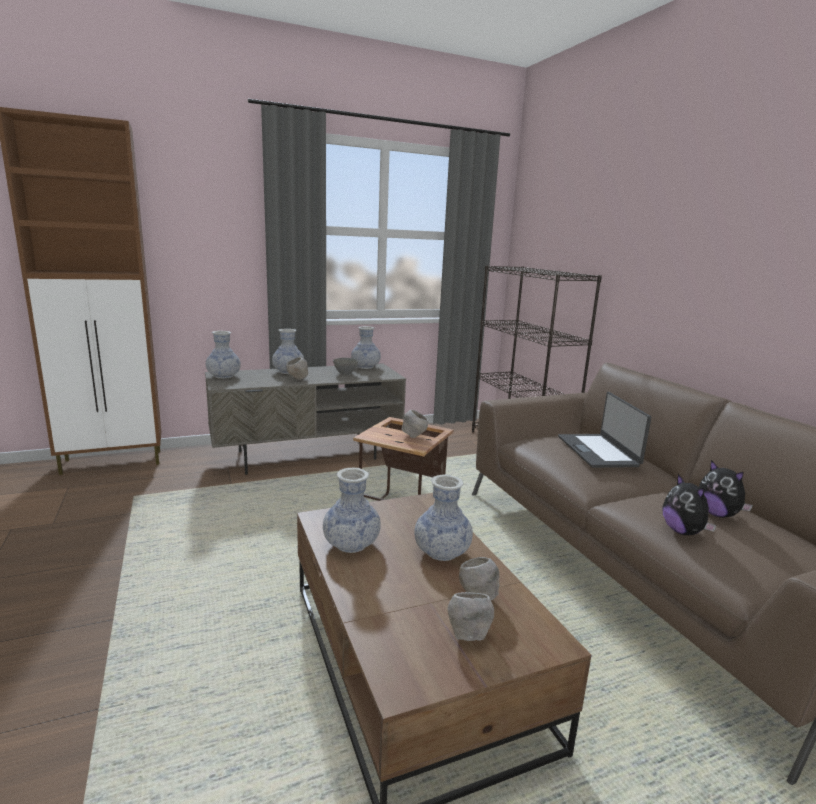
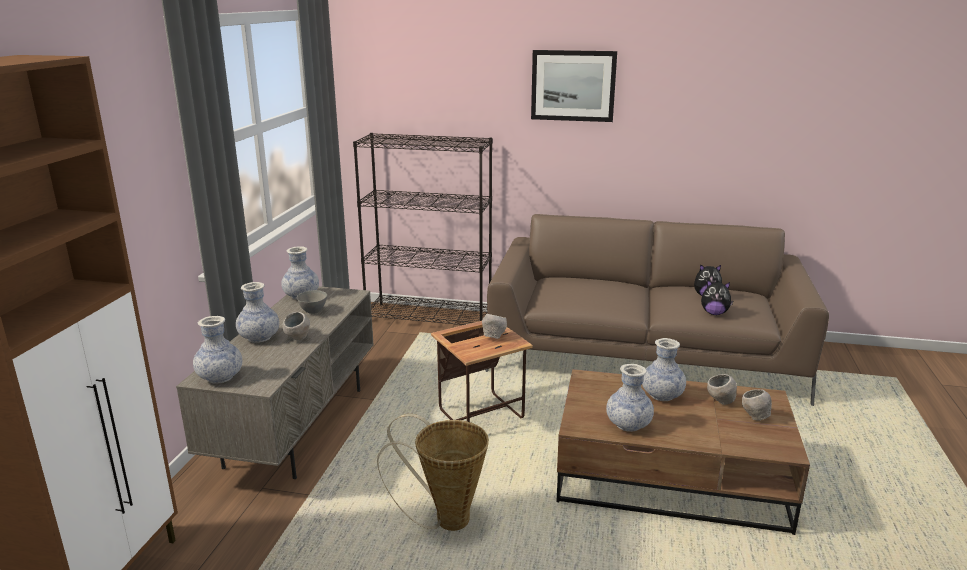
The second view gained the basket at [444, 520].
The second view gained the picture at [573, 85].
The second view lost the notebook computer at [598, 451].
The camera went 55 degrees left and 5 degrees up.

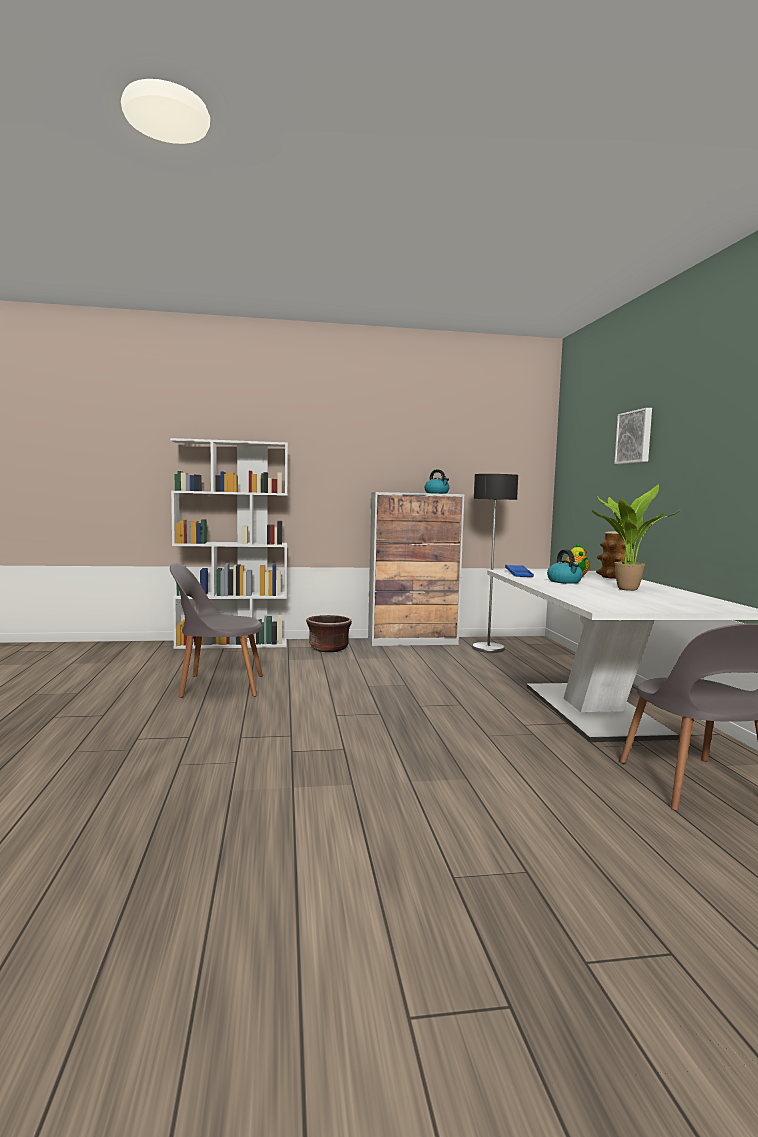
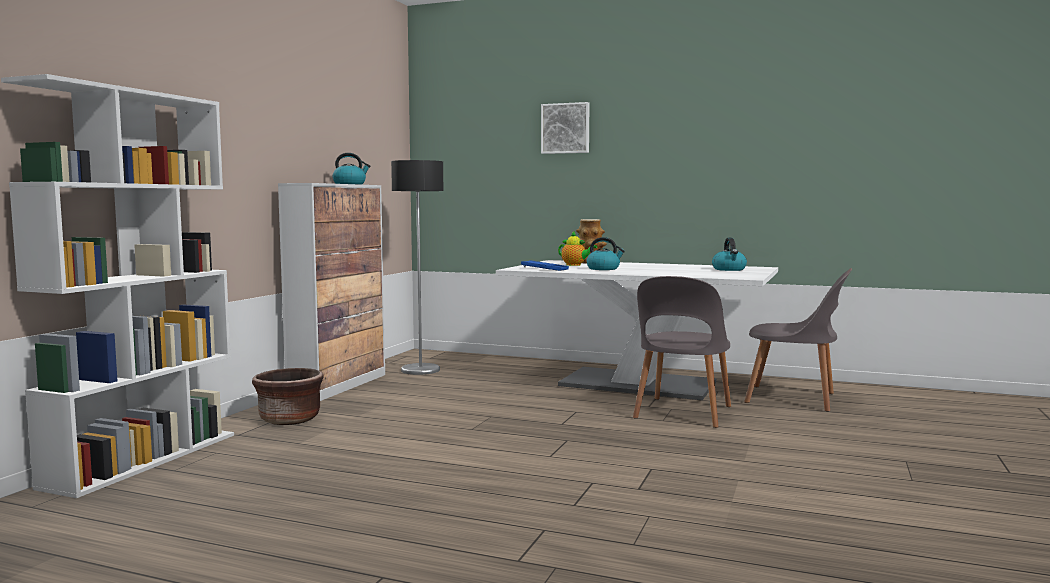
The gray upright chair ended up elsewhere, having gone from [218, 686] to [682, 413].
The second view gained the water kettle at [729, 269].
The second view lost the plant in a pot at [625, 589].
The camera went 60 degrees left and 0 degrees up.

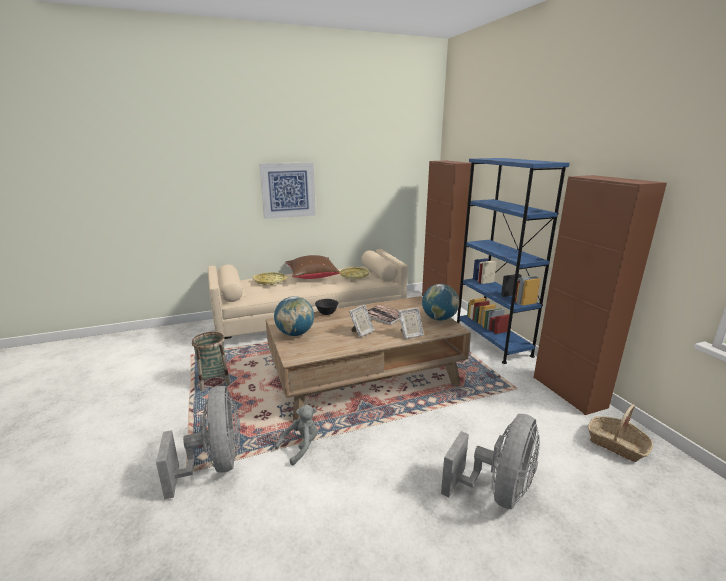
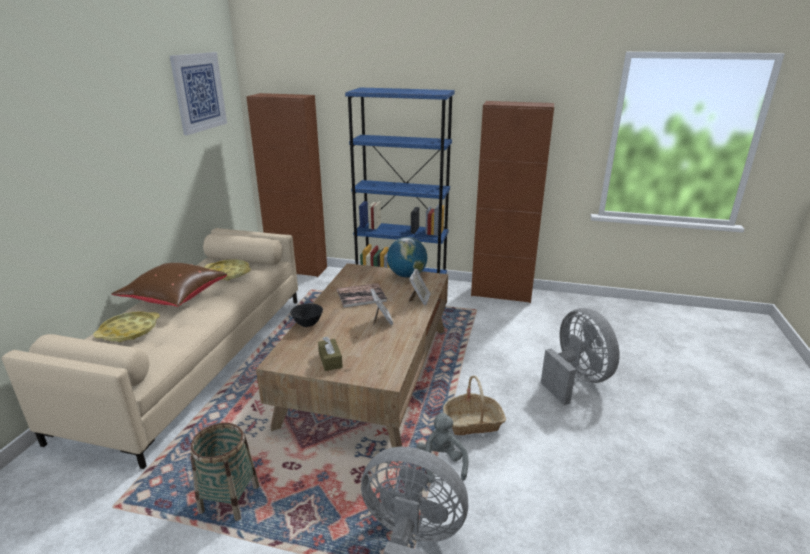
The picture ended up elsewhere, having gone from [288, 190] to [199, 92].
Where the globe stood at [295, 334], the brownish tissue holder came to stand at [330, 360].
The basket ended up elsewhere, having gone from [616, 444] to [473, 422].
The camera went 55 degrees left and 5 degrees up.

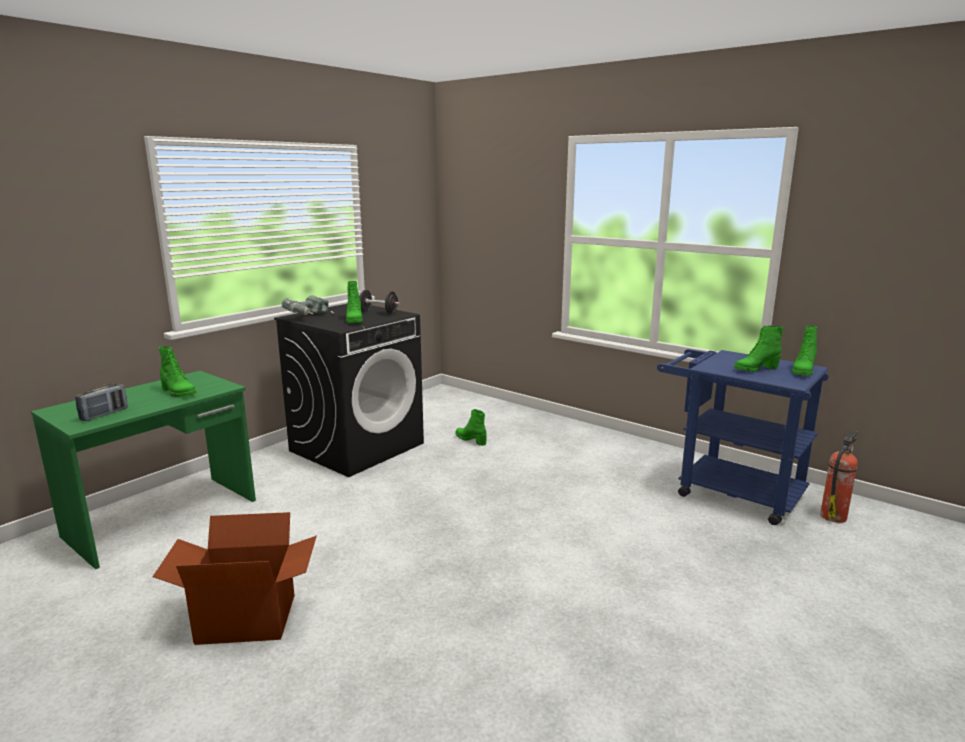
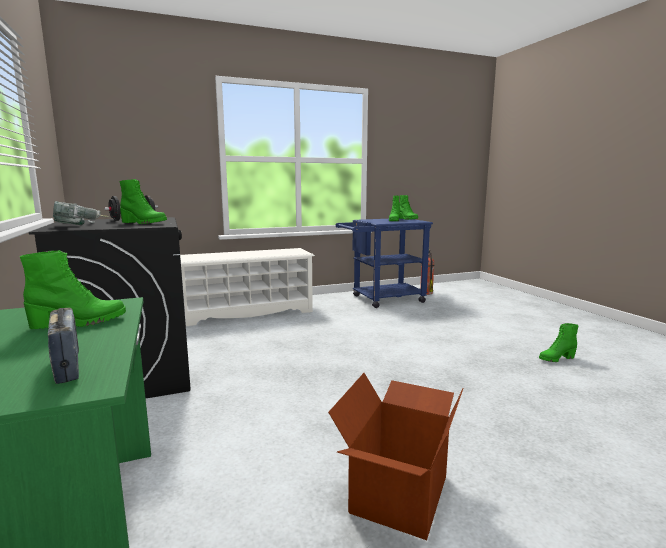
The second view gained the white shoe shelf at [247, 312].
The green-coloured tall boot ended up elsewhere, having gone from [471, 440] to [556, 359].
The camera went 60 degrees left and 5 degrees down.

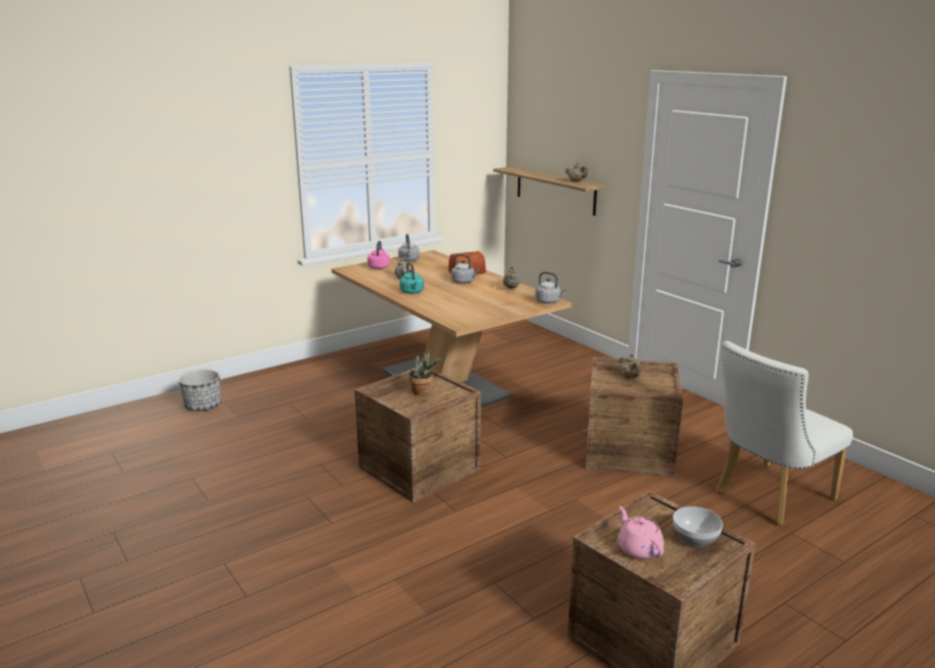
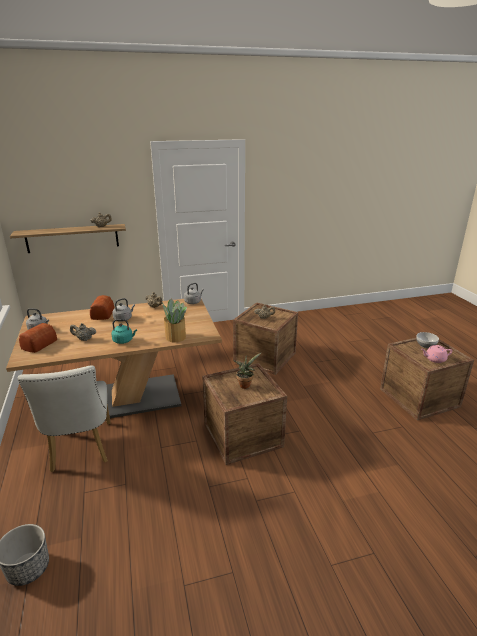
The white upright chair ended up elsewhere, having gone from [768, 497] to [80, 450].
Where the pink-coloured water kettle stood at [379, 267], the baked bread came to stand at [38, 344].
The second view gained the plant in a pot at [175, 336].
The camera went 70 degrees left and 5 degrees up.

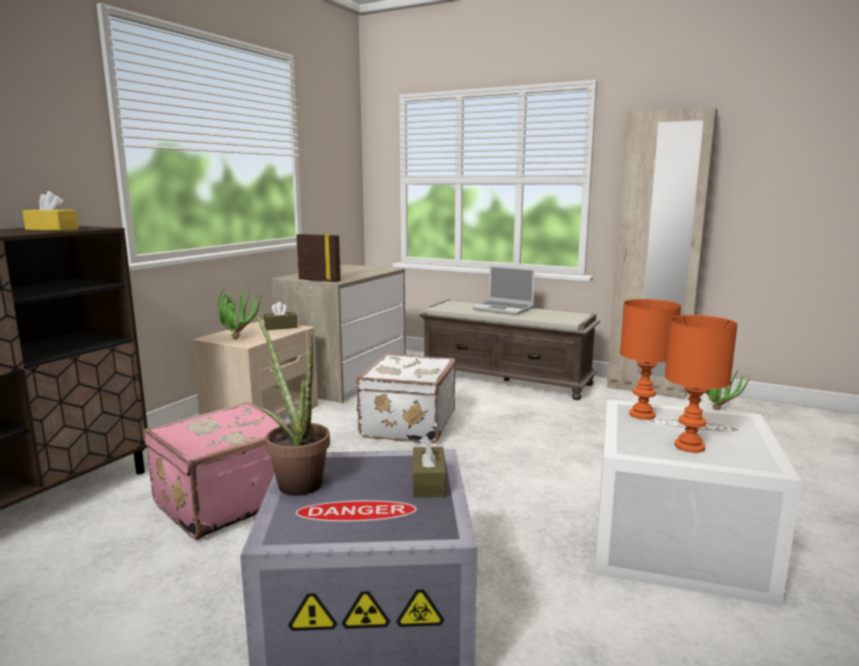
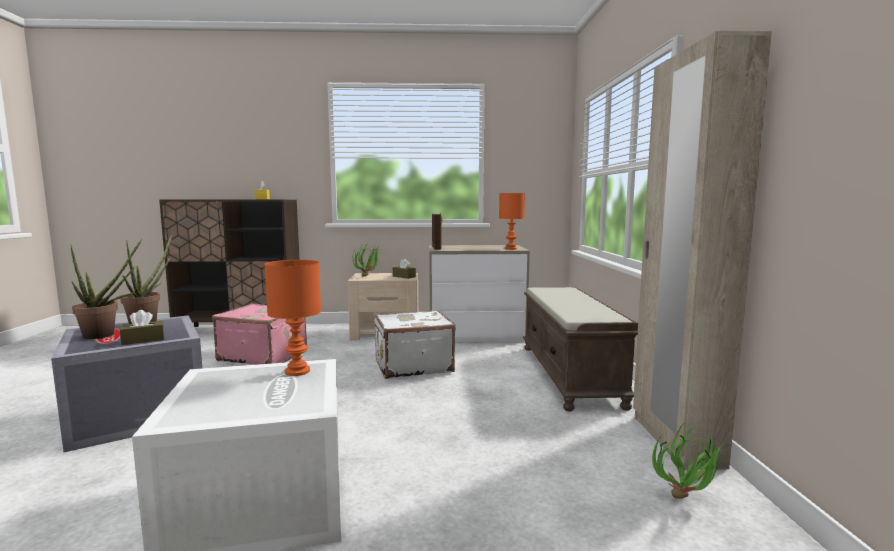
The second view gained the plant in a pot at [106, 335].
The orange table lamp ended up elsewhere, having gone from [689, 446] to [511, 249].
The second view lost the notebook computer at [504, 309].
The camera went 60 degrees right and 5 degrees down.

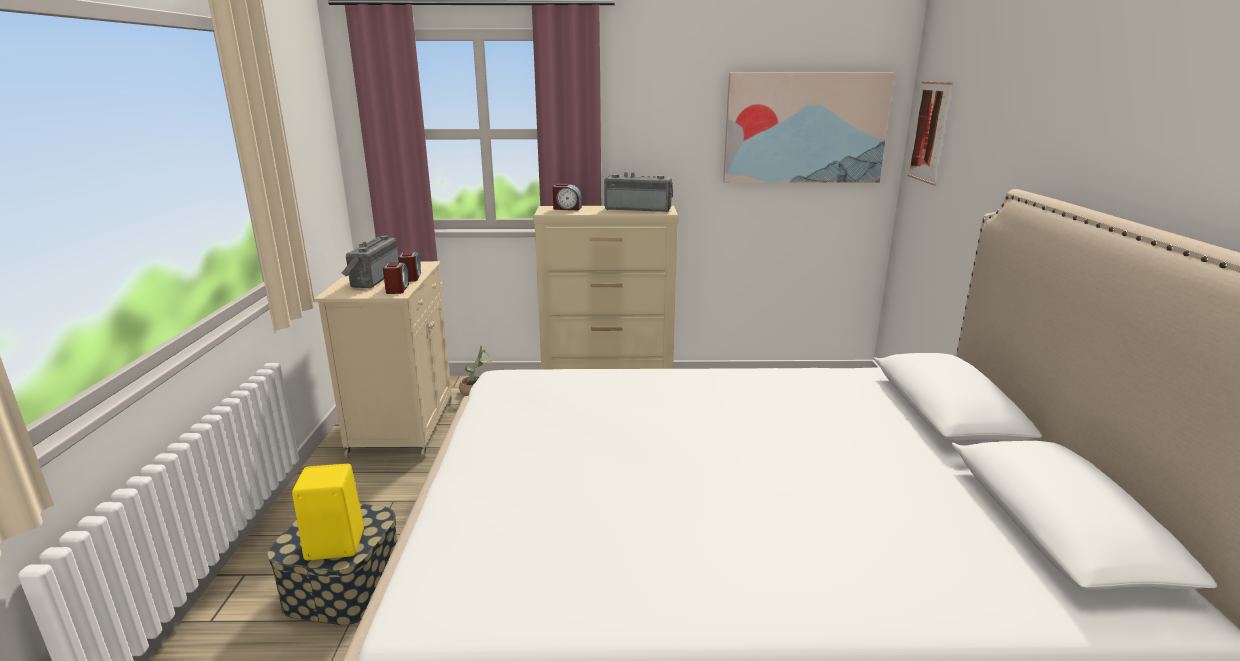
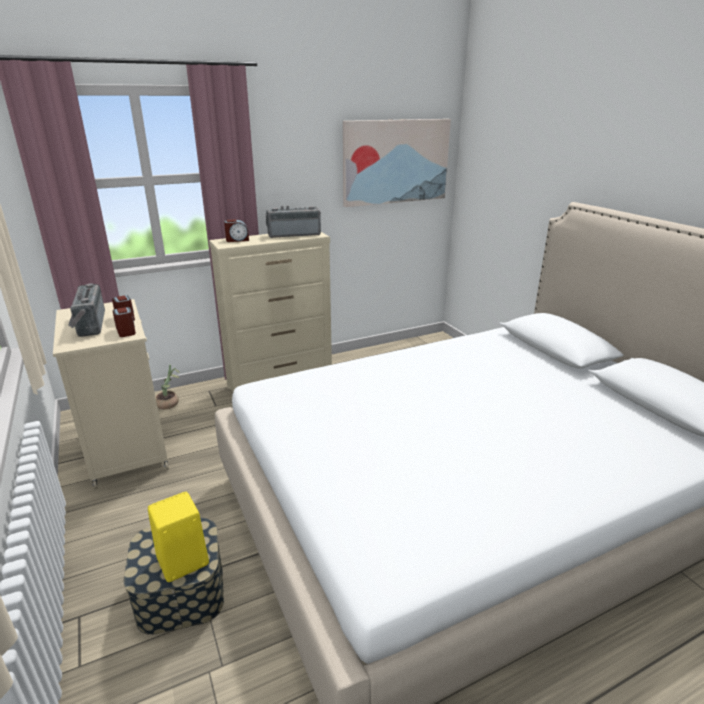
The second view lost the picture at [929, 132].
The camera went 25 degrees left and 5 degrees up.

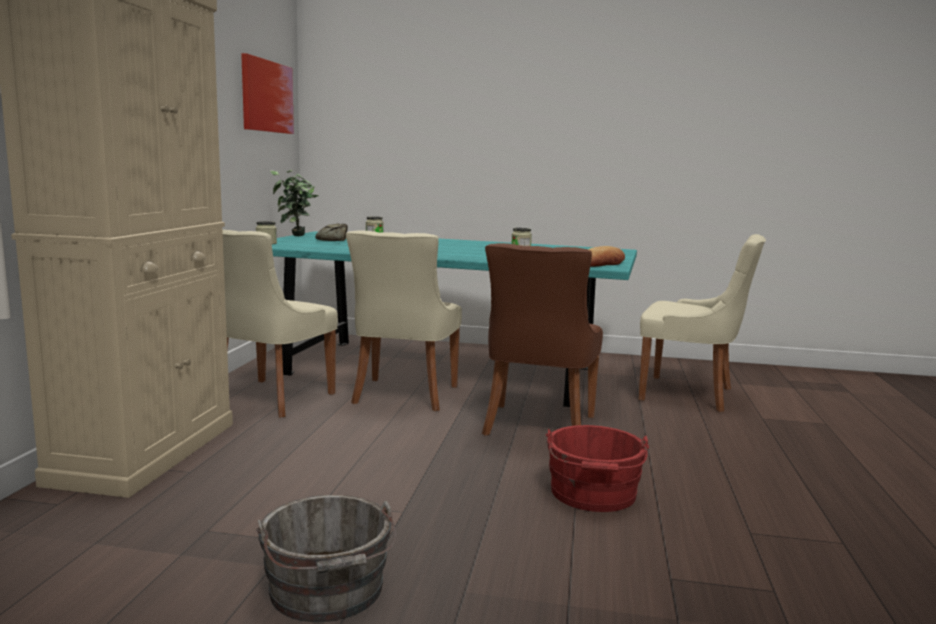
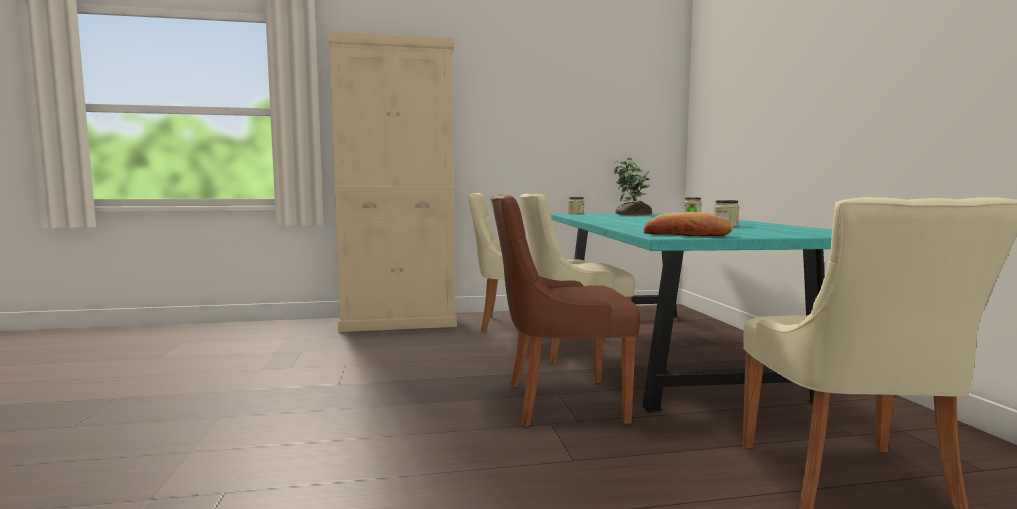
The second view lost the picture at [266, 96].
The second view lost the gray pail at [328, 592].
The second view lost the red-coloured pail at [593, 495].
The camera went 70 degrees right and 5 degrees down.

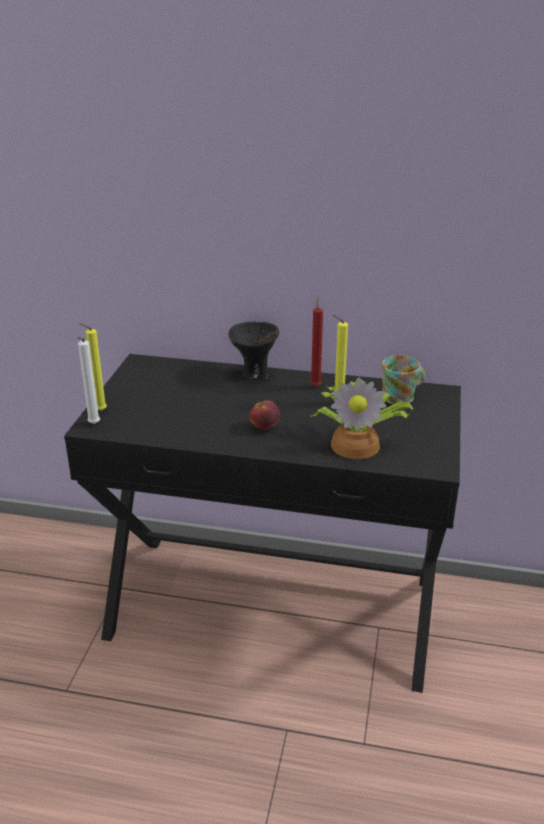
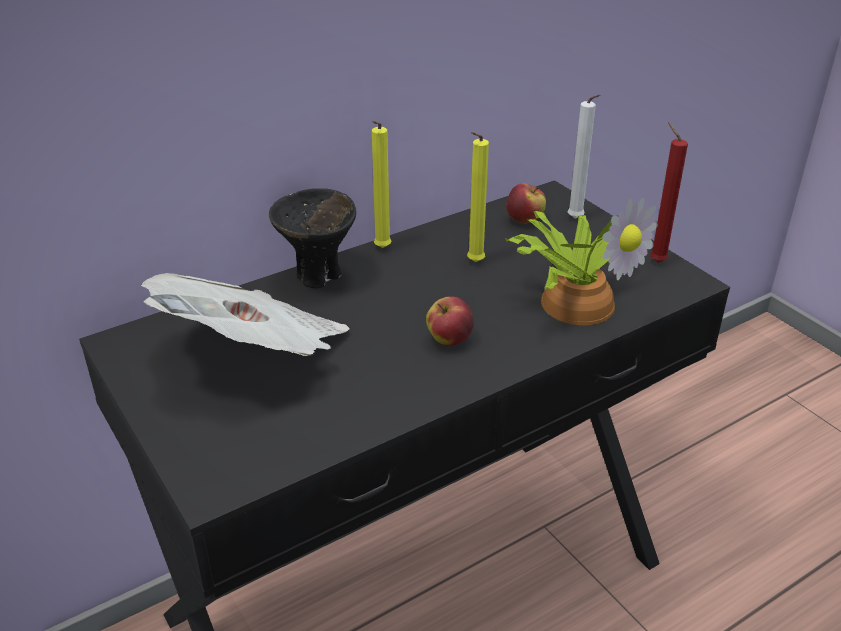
The second view gained the daily paper at [257, 354].
The yellow wax candle ended up elsewhere, having gone from [99, 411] to [381, 249].
Where the mug stood at [402, 396], the apple came to stand at [525, 220].
The white wax candle ended up elsewhere, having gone from [93, 425] to [576, 219].
The red-coloured wax candle ended up elsewhere, having gone from [315, 386] to [655, 261].
The camera went 45 degrees left and 5 degrees up.

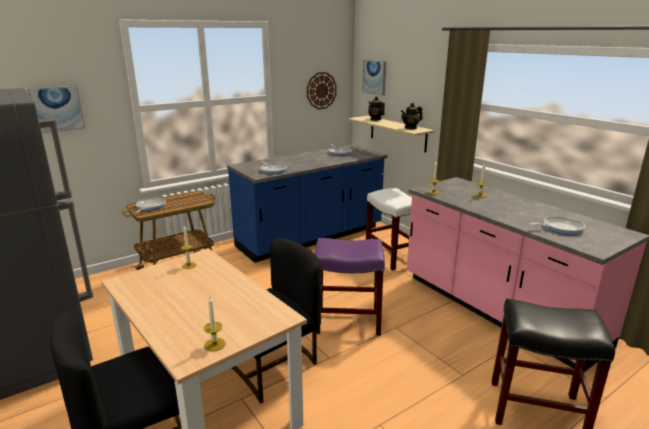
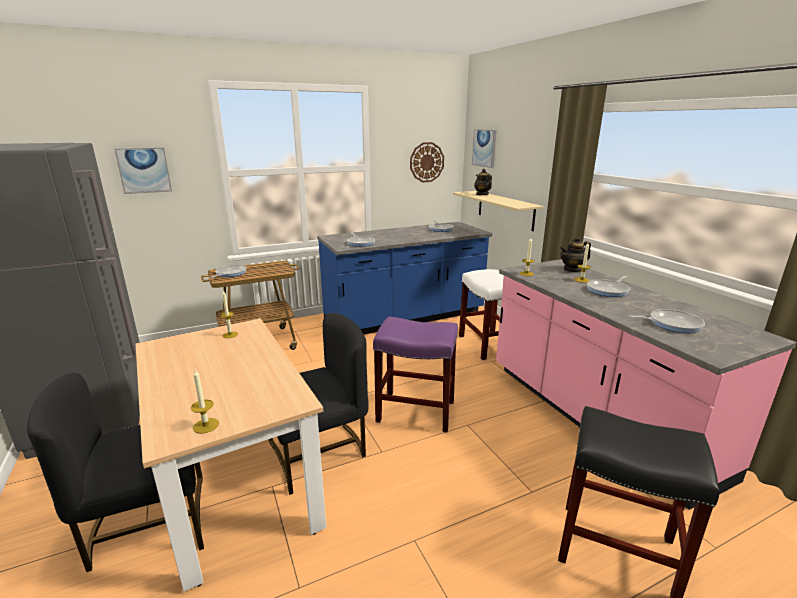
The teapot ended up elsewhere, having gone from [410, 128] to [572, 269].
The second view gained the pan at [608, 290].
The camera went 10 degrees right and 0 degrees up.

